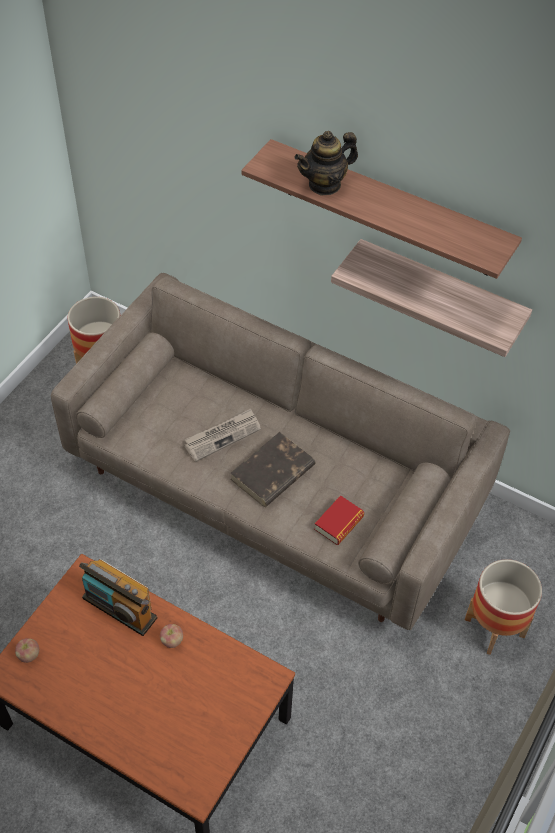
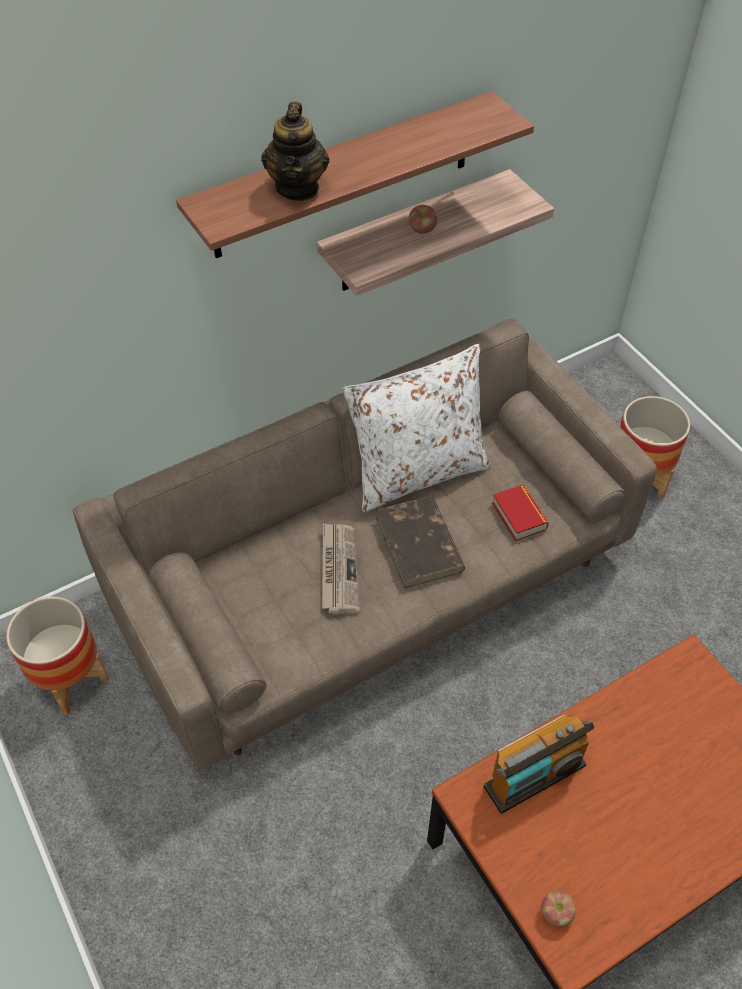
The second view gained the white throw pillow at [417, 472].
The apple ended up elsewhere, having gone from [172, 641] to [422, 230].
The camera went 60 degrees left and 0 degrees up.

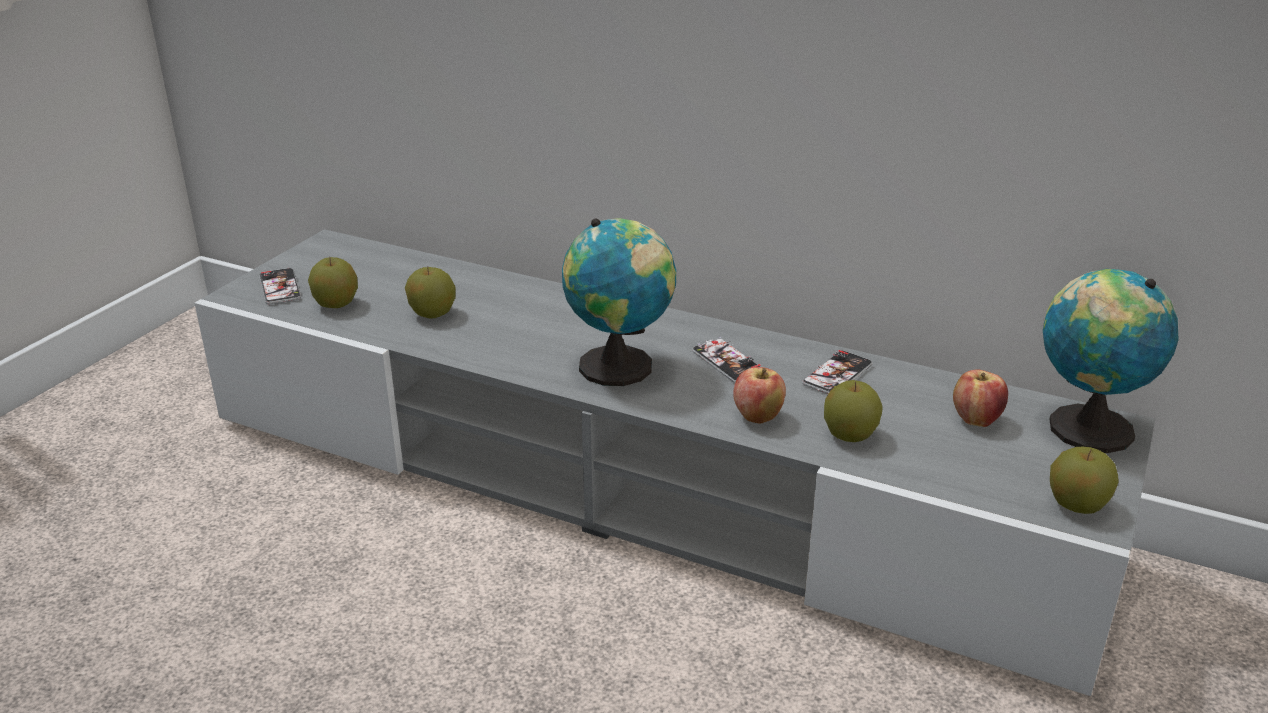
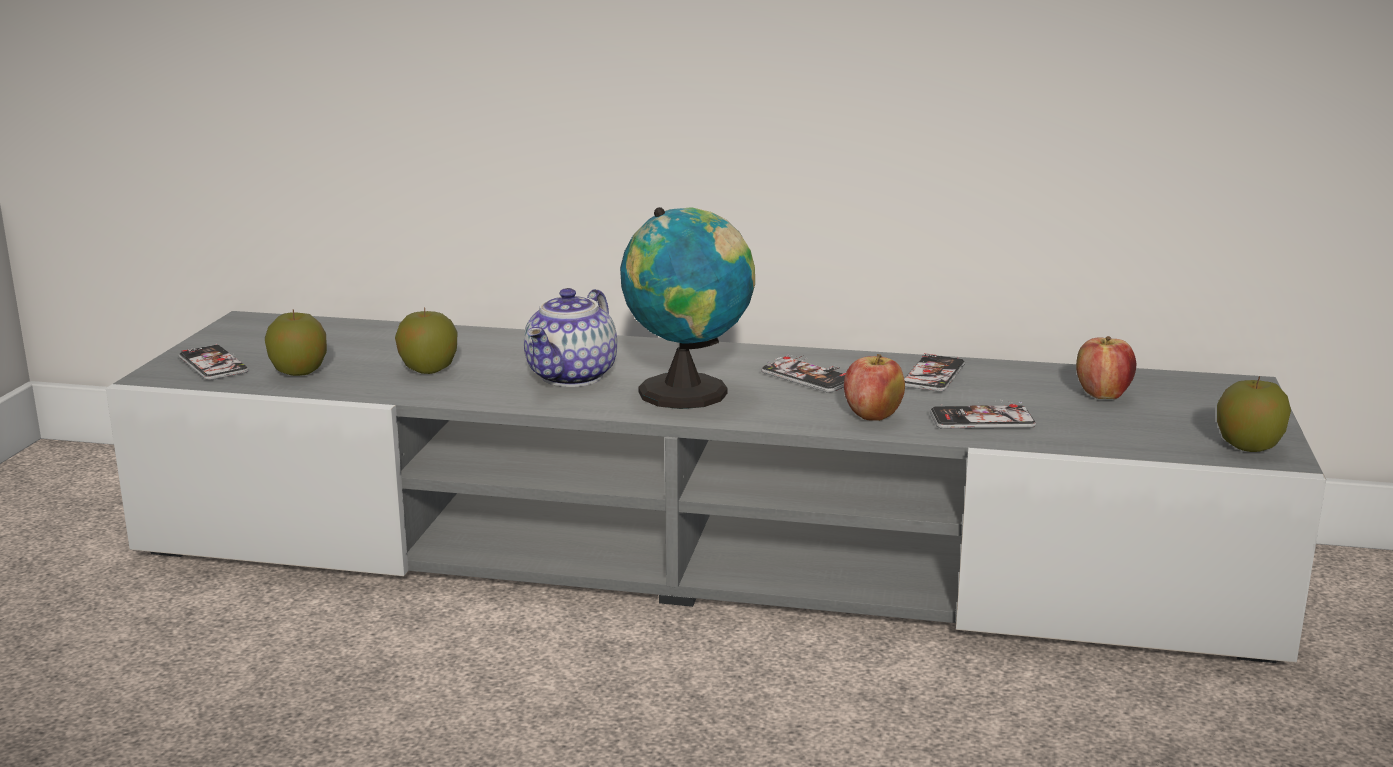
The second view gained the teapot at [573, 377].
Where the apple stood at [850, 435], the handset came to stand at [982, 420].
The second view lost the globe at [1084, 428].
The camera went 15 degrees left and 10 degrees down.

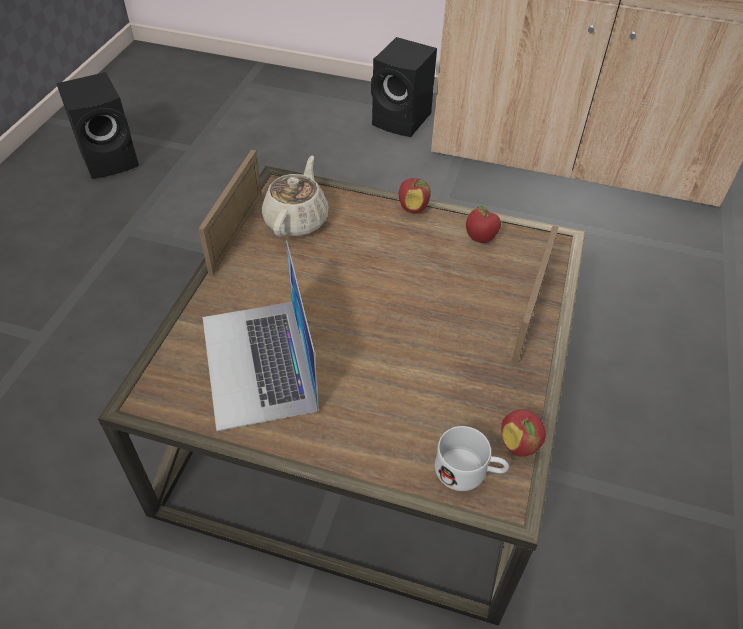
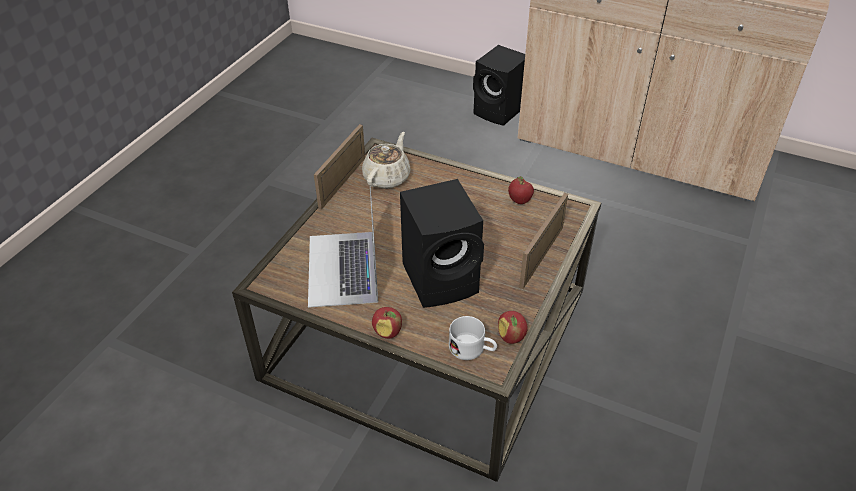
The apple ended up elsewhere, having gone from [413, 208] to [388, 332].
The blackish audio speaker ended up elsewhere, having gone from [112, 158] to [443, 278].
The camera went 10 degrees right and 5 degrees down.

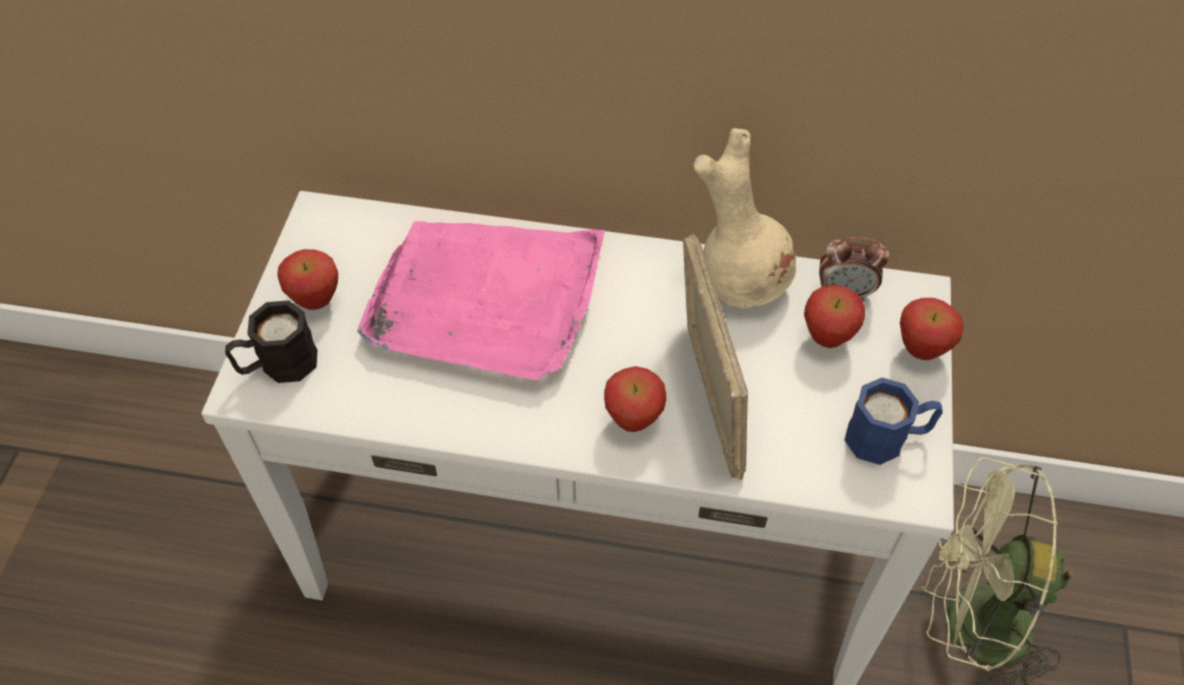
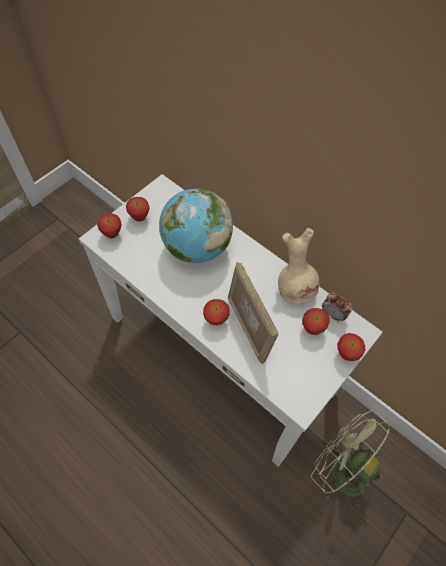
Where the blackish mug stood at [278, 365], the apple came to stand at [112, 234].
Where the pink-coloured tray stood at [486, 300], the globe came to stand at [196, 247].
The picture frame at [707, 401] ended up facing another way, 135 degrees clockwise from before.
The second view lost the blue mug at [887, 438].
The camera went 30 degrees right and 5 degrees up.

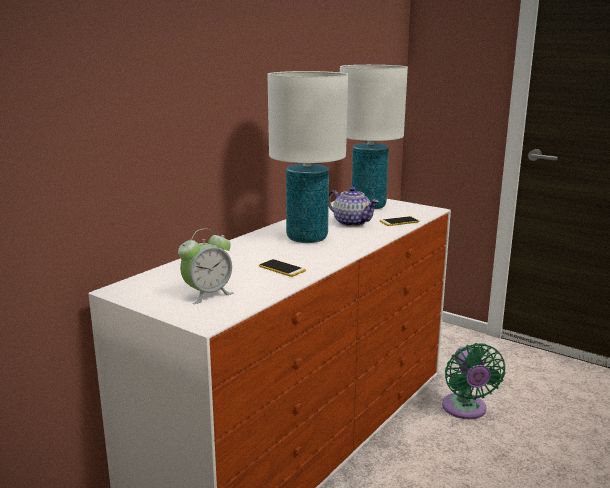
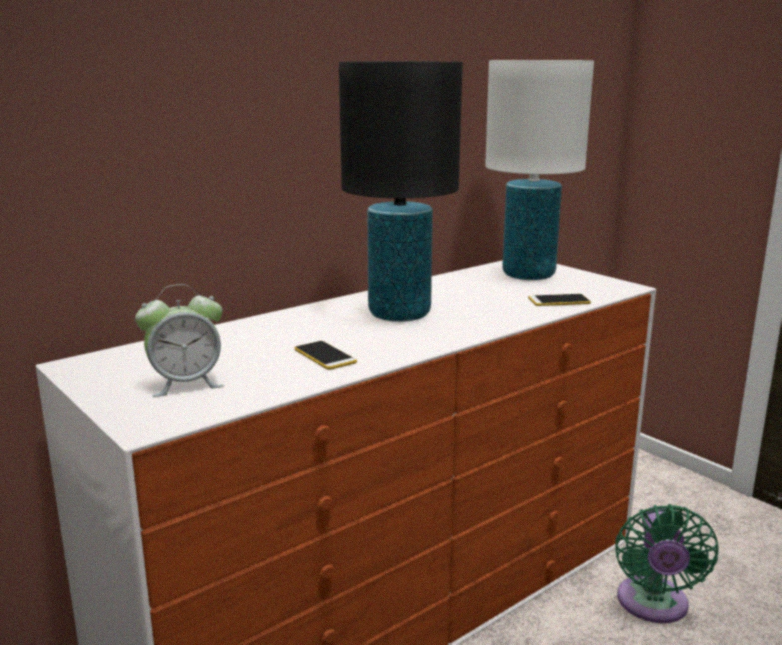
What was the white table lamp at [307, 238] turned into the blackish table lamp at [399, 314].
The second view lost the teapot at [351, 222].
The camera went 15 degrees right and 0 degrees up.

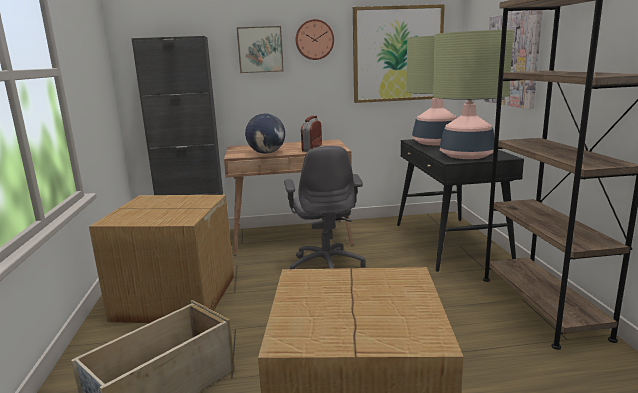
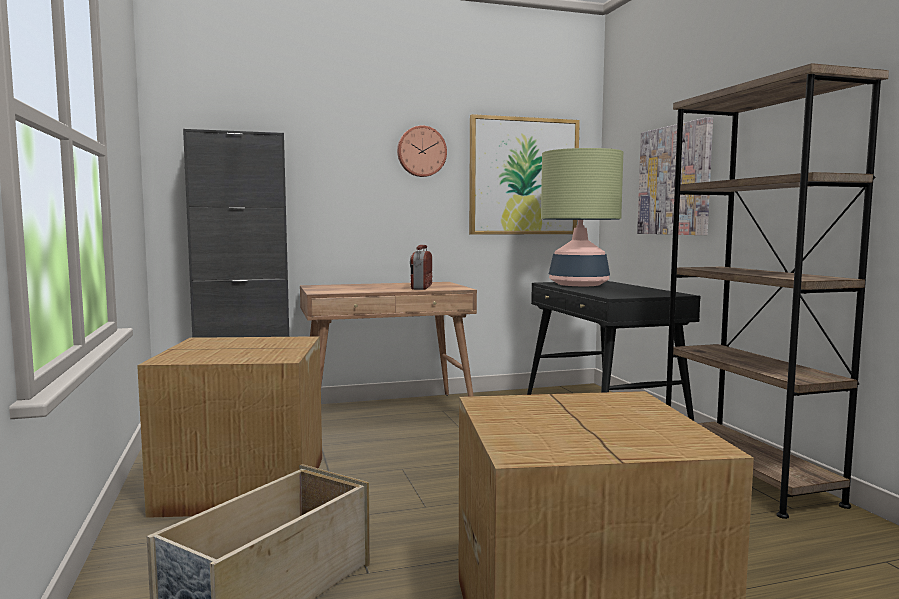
The second view lost the picture at [260, 49].
The second view lost the globe at [267, 153].
The second view lost the gray desk chair at [326, 266].
The second view lost the table lamp at [466, 155].
The camera went 10 degrees left and 10 degrees down.

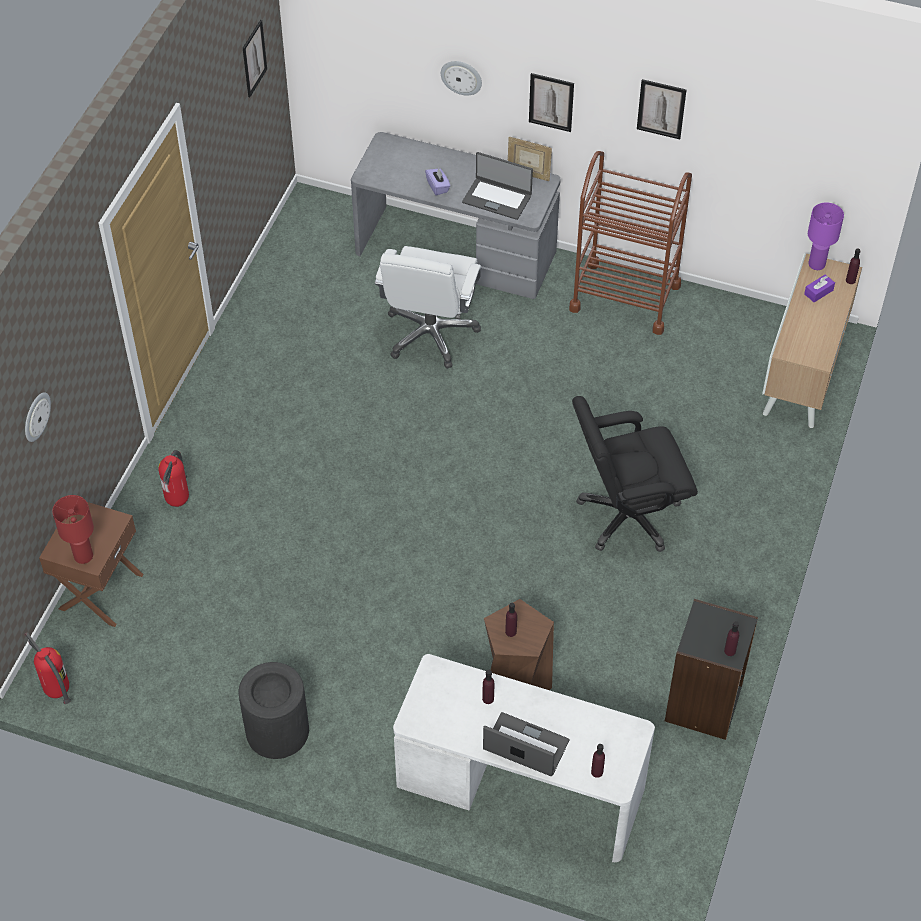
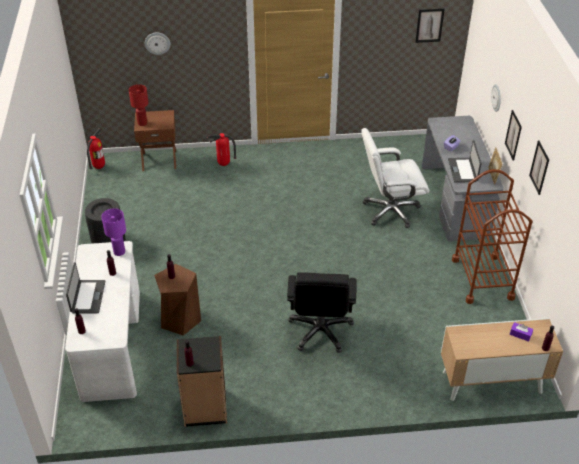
The purple table lamp ended up elsewhere, having gone from [817, 264] to [119, 252].
The blackish desk chair at [627, 516] ended up facing another way, 135 degrees counterclockwise from before.
The camera went 65 degrees right and 10 degrees down.

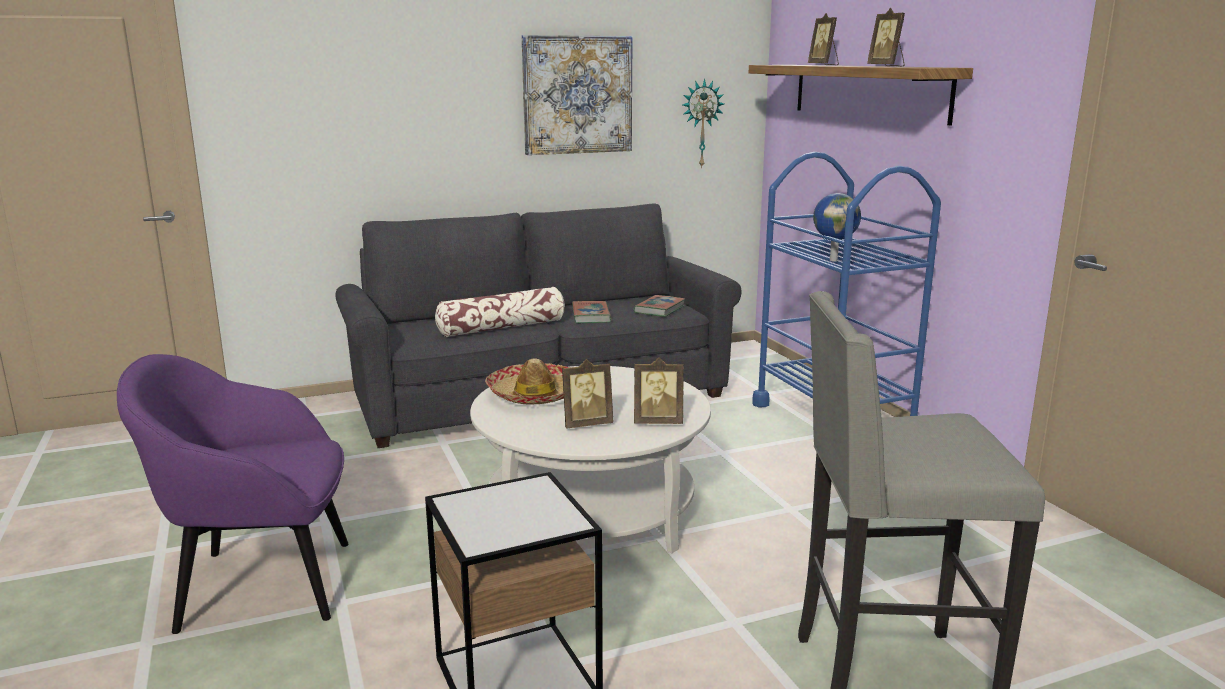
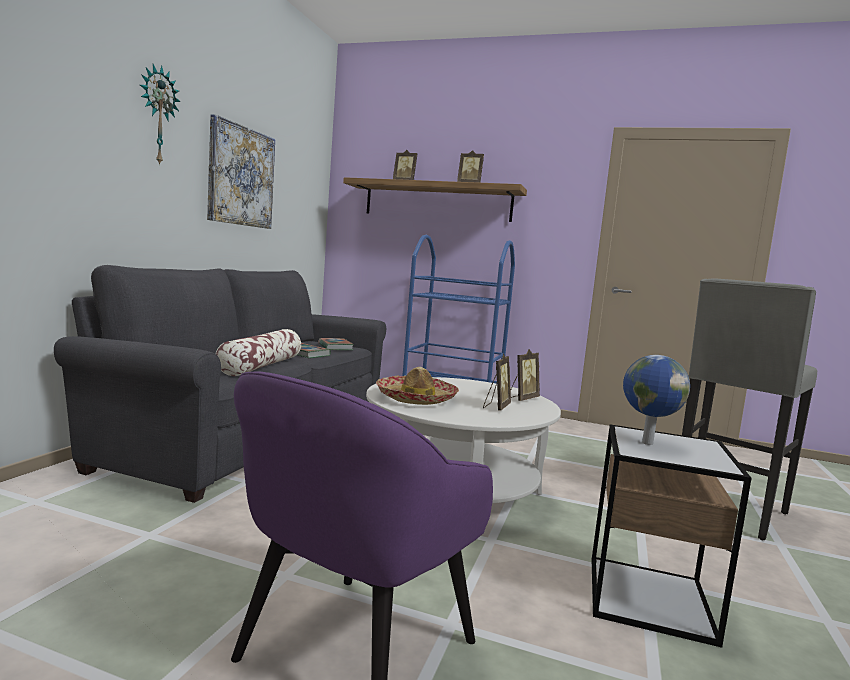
The hanging clock ended up elsewhere, having gone from [701, 124] to [157, 116].
The globe ended up elsewhere, having gone from [833, 260] to [646, 443].
The camera went 50 degrees left and 10 degrees down.

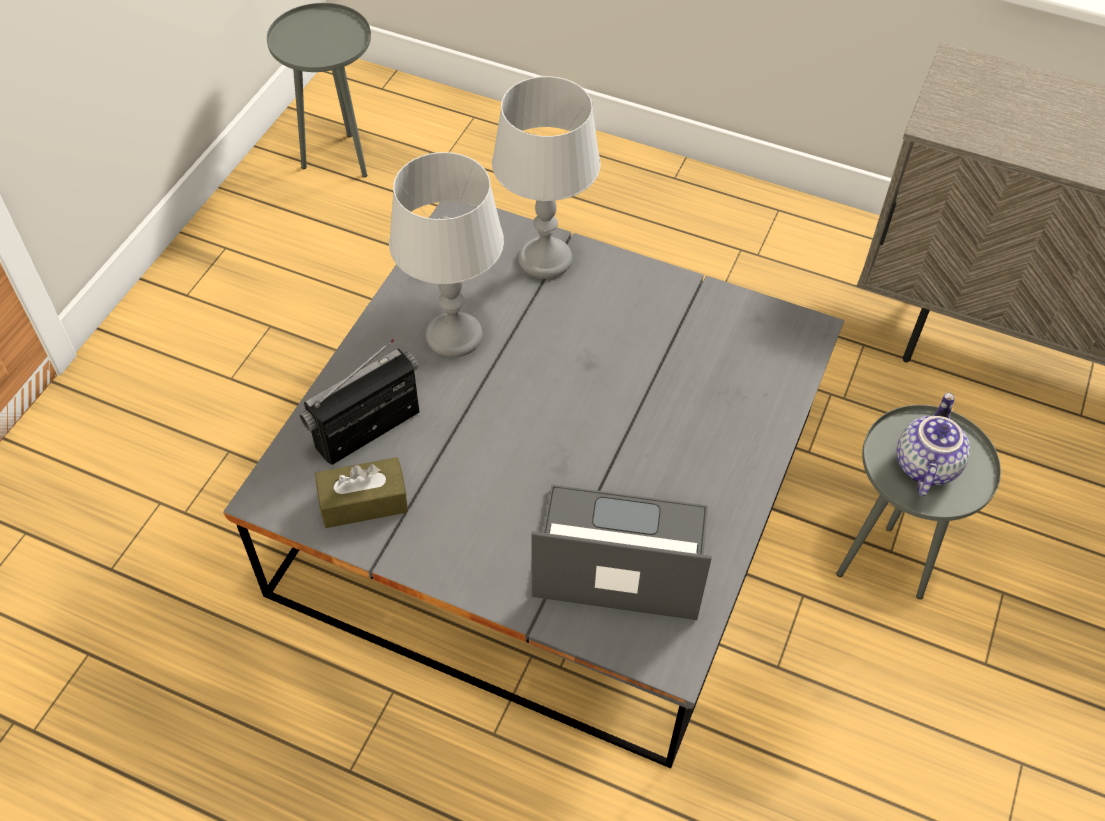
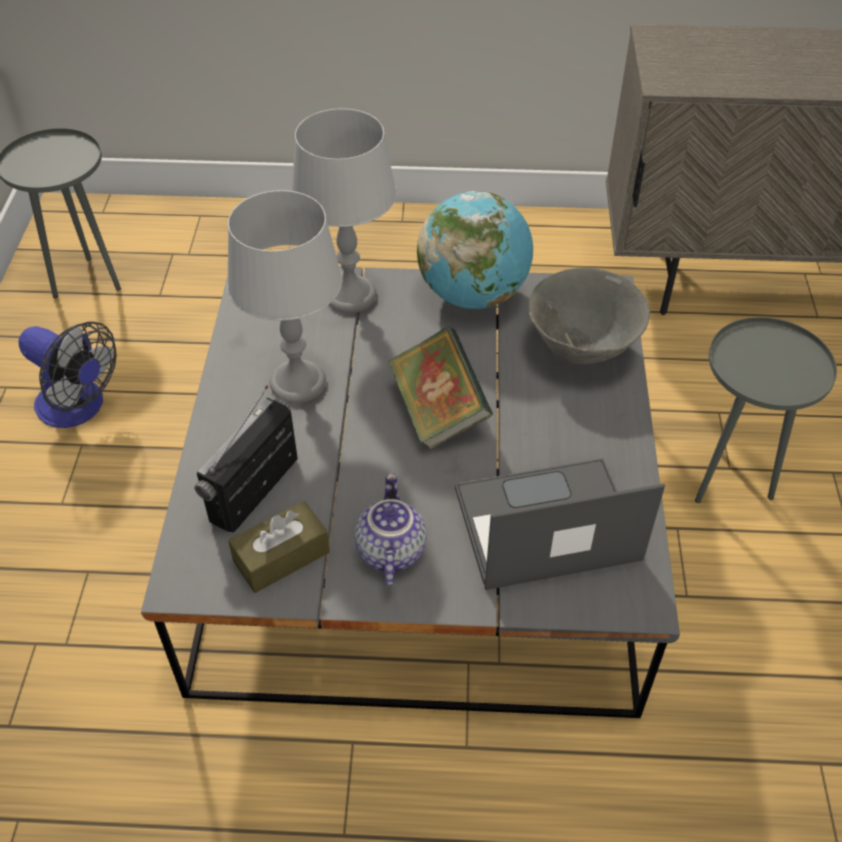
The second view gained the electric fan at [79, 408].
The teapot ended up elsewhere, having gone from [924, 464] to [389, 550].
The second view gained the bound book at [438, 411].
The second view gained the globe at [473, 295].
The second view gained the gray serving bowl at [582, 348].
The camera went 20 degrees left and 5 degrees down.

